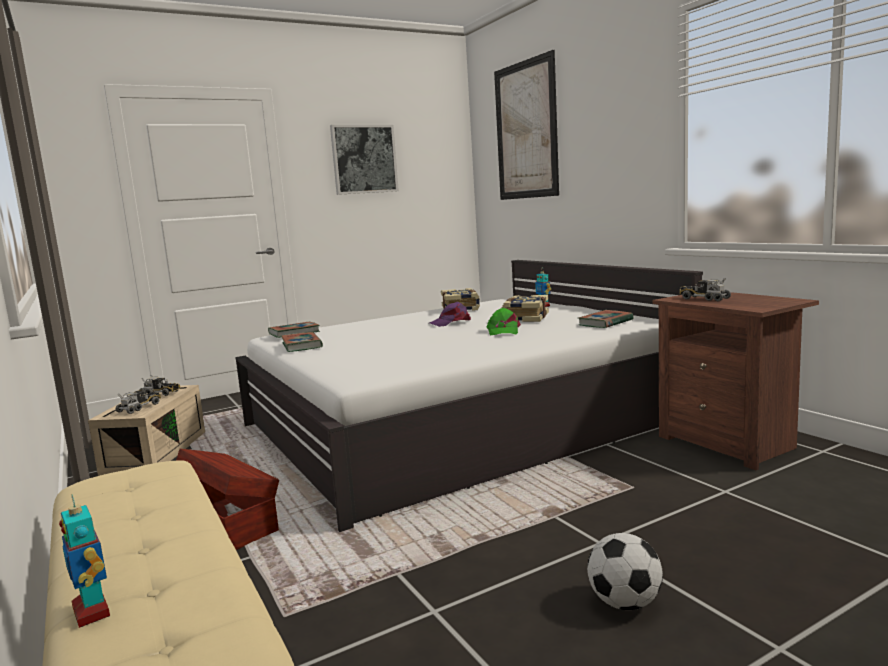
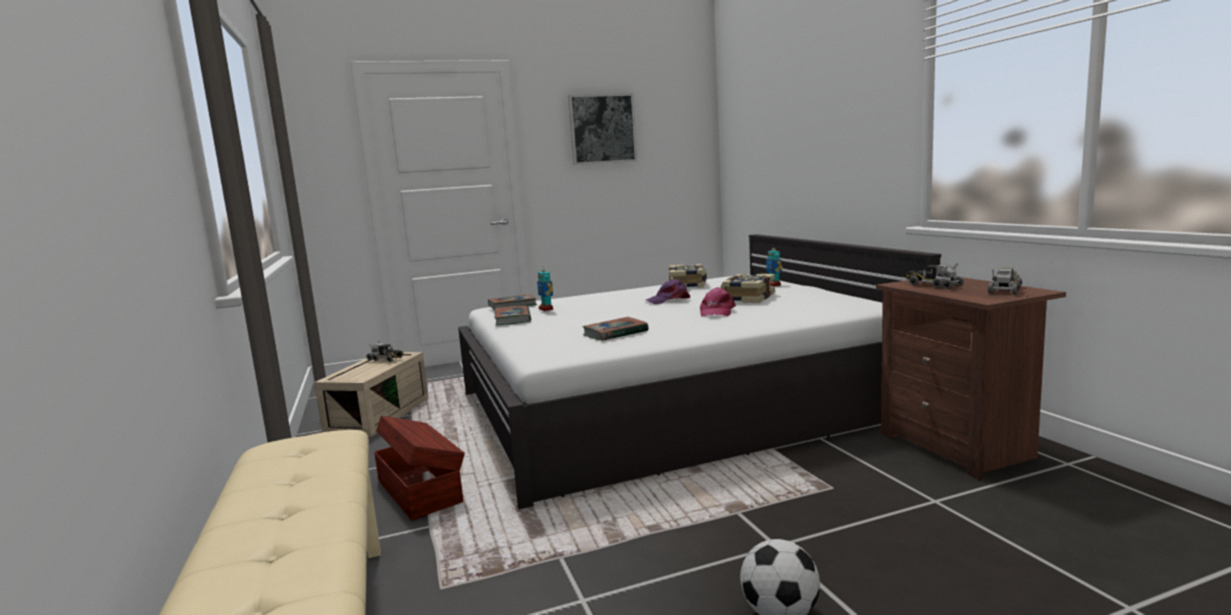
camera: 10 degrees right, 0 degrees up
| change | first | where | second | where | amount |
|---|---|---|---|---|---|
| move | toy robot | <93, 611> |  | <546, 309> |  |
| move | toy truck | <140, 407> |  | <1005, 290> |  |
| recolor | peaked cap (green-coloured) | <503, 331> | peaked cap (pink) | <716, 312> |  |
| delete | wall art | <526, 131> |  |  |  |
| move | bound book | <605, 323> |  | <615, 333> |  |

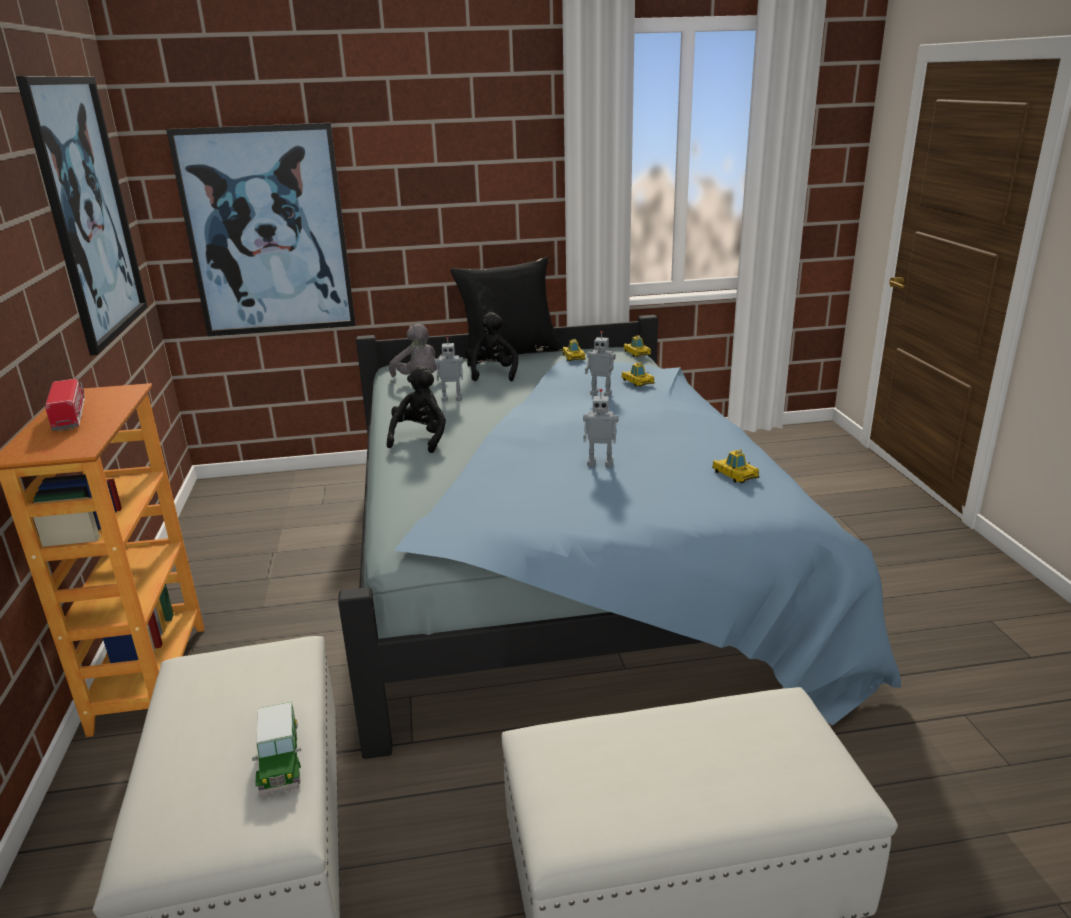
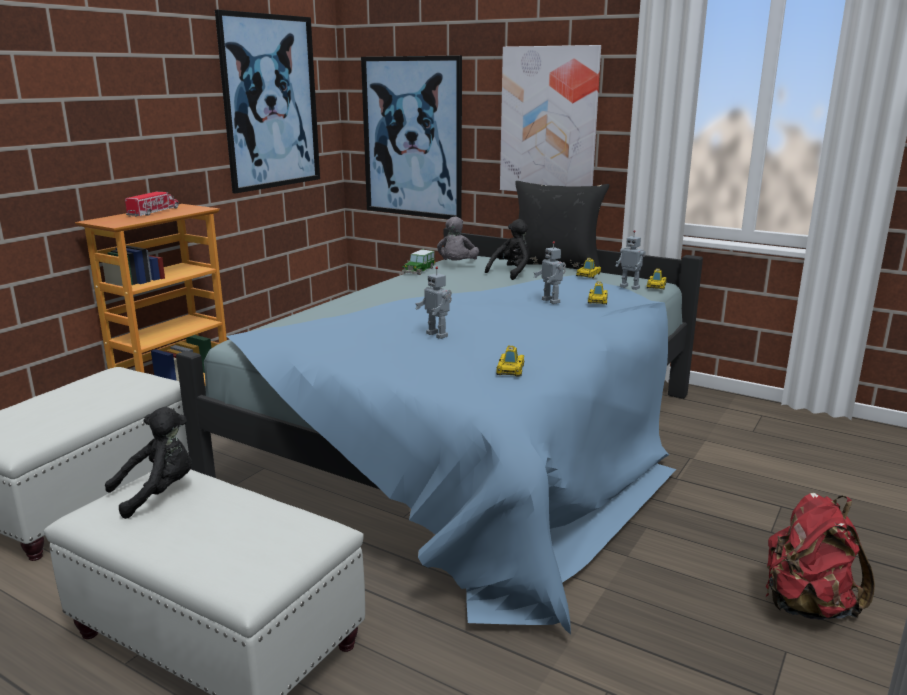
camera: 40 degrees right, 5 degrees down
| change | first | where | second | where | amount |
|---|---|---|---|---|---|
| move | toy car | <280, 763> |  | <419, 271> |  |
| move | cuddly toy (black) | <420, 438> |  | <158, 493> |  |
| move | toy robot | <452, 398> |  | <630, 287> |  |
| insert |  |  | wall art | <548, 121> |  |
| insert |  |  | knapsack (red) | <806, 605> |  |

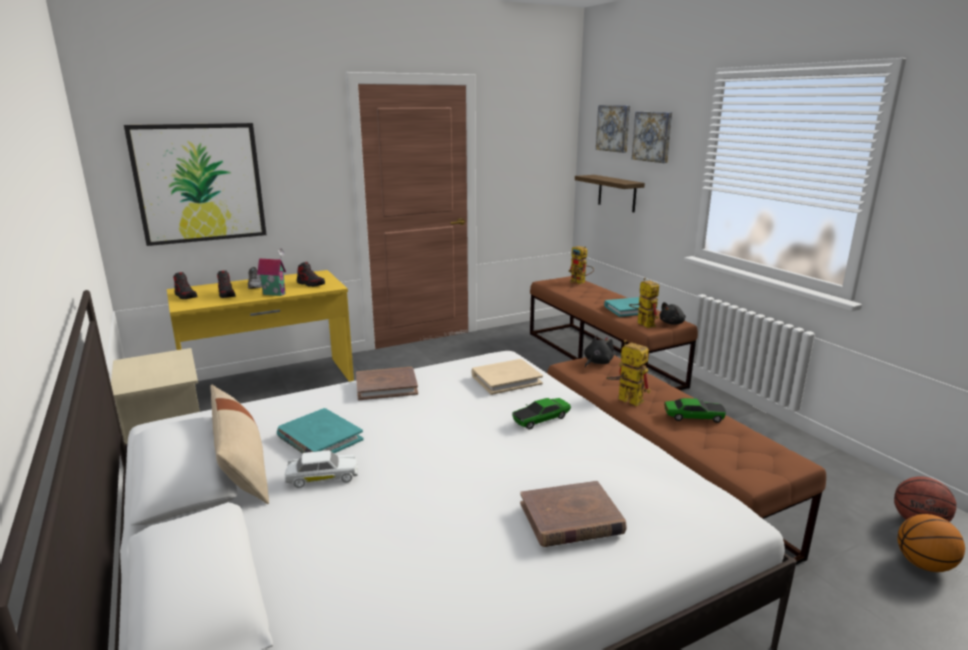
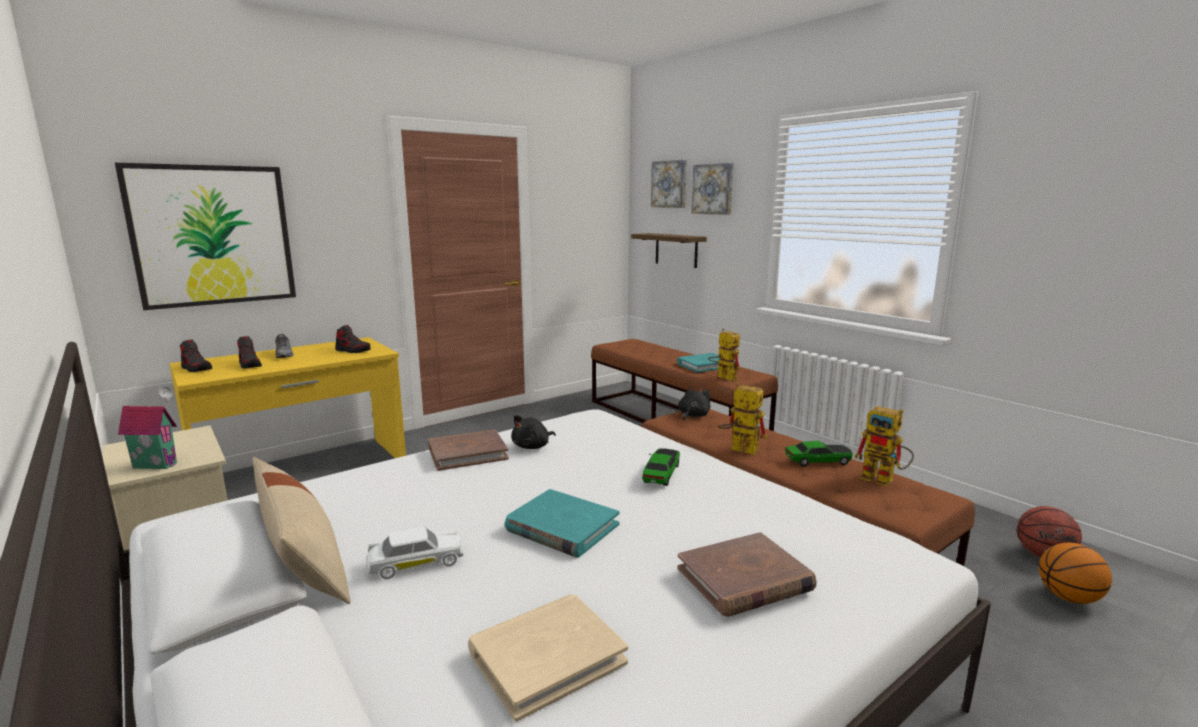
camera: 10 degrees left, 5 degrees down
| change | first | where | second | where | amount |
|---|---|---|---|---|---|
| move | toy house | <275, 293> |  | <157, 464> |  |
| move | bound book (blue-green) | <319, 438> |  | <562, 527> |  |
| move | bound book (beige-coloured) | <506, 379> |  | <547, 657> |  |
| rotate | toy car | <541, 419> |  | <661, 474> | 150 degrees clockwise |
| move | toy robot | <580, 282> |  | <884, 480> |  |
| move | cuddly toy (black) | <672, 323> |  | <532, 446> |  |

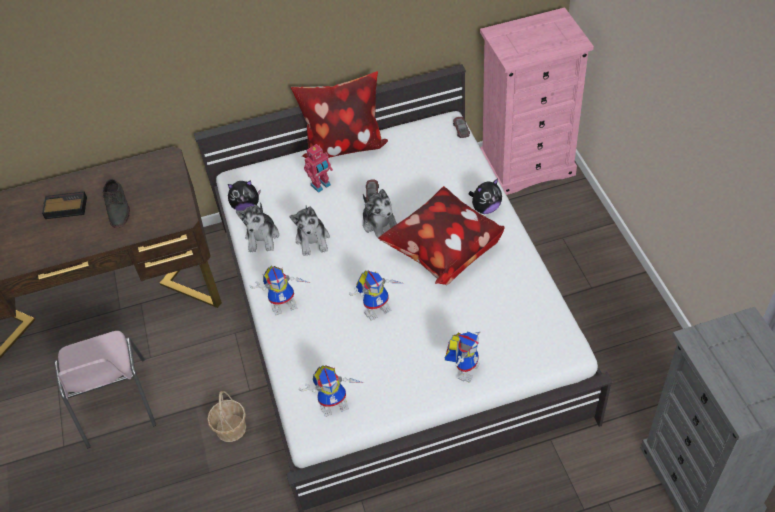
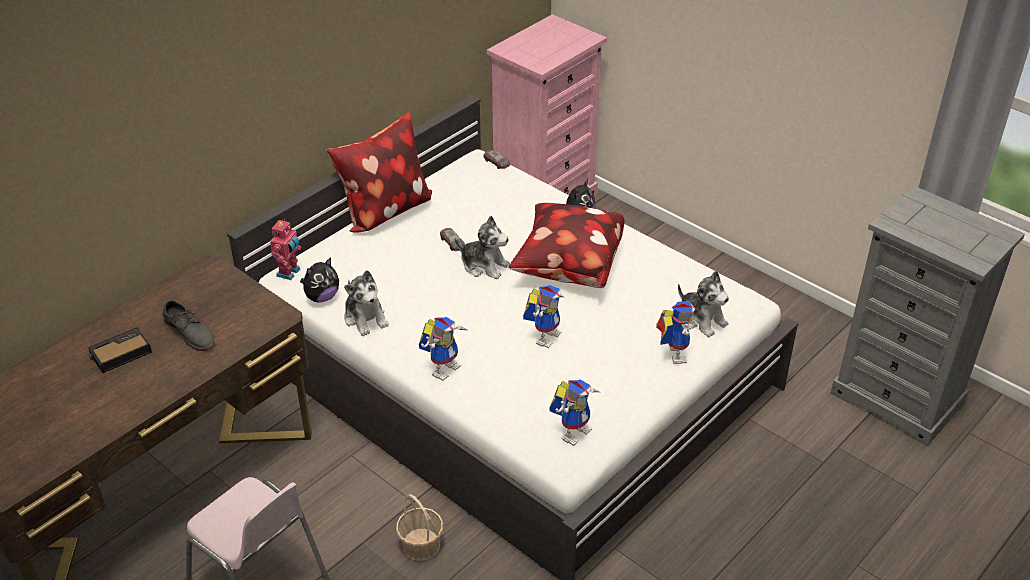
camera: 35 degrees left, 10 degrees down
| change | first | where | second | where | amount |
|---|---|---|---|---|---|
| move | cuddly toy | <313, 239> |  | <701, 320> |  |
| move | toy robot | <321, 185> |  | <289, 273> |  |

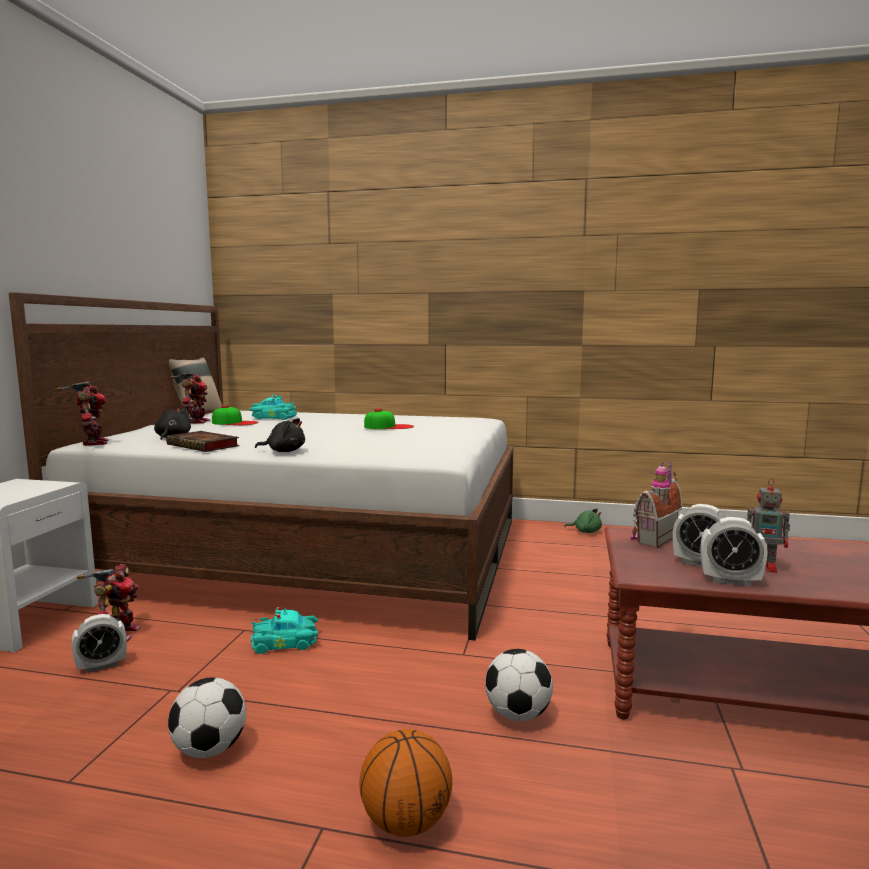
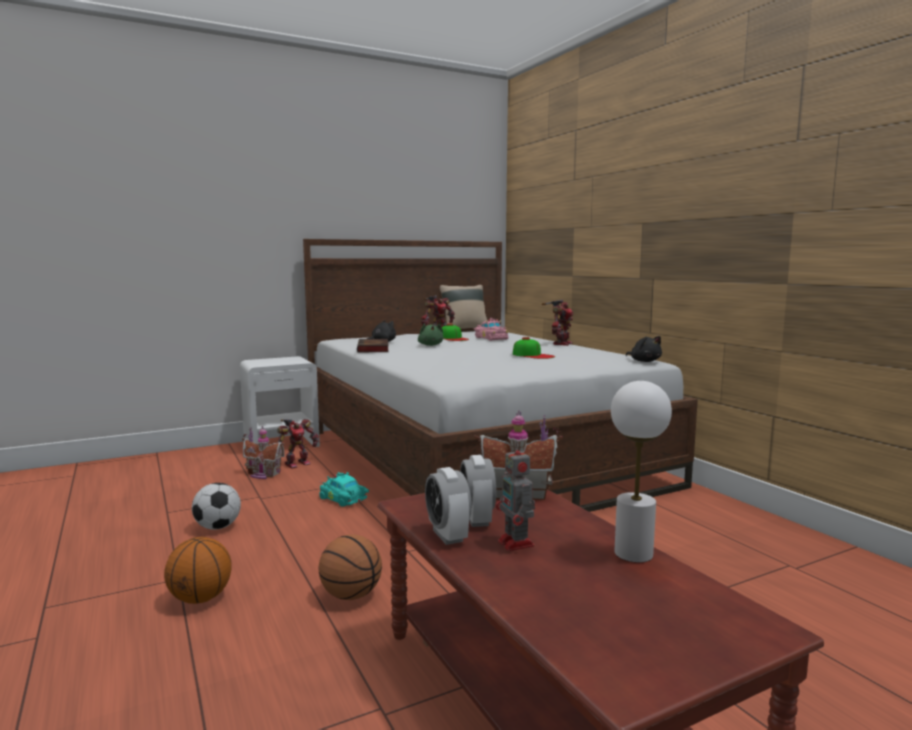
camera: 50 degrees right, 0 degrees up
| change | first | where | second | where | amount |
|---|---|---|---|---|---|
| move | toy robot | <92, 443> |  | <561, 343> |  |
| replace | bedside clock | <102, 666> | toy house | <262, 474> |  |
| recolor | toy car (blue-green) | <273, 418> | toy car (pink) | <491, 338> |  |
| move | cuddly toy (black) | <284, 451> |  | <644, 361> |  |
| replace | football | <518, 714> | basketball | <351, 595> |  |
| move | cuddly toy (green-coloured) | <585, 531> |  | <430, 345> |  |
| insert |  |  | tabletop lamp (whitish) | <634, 553> |  |

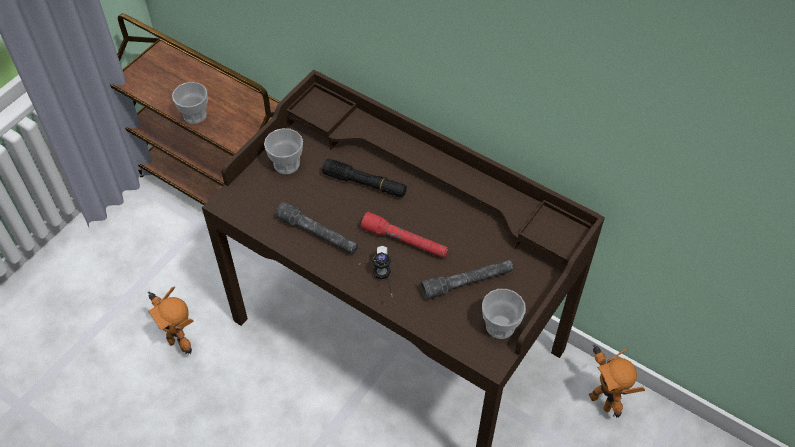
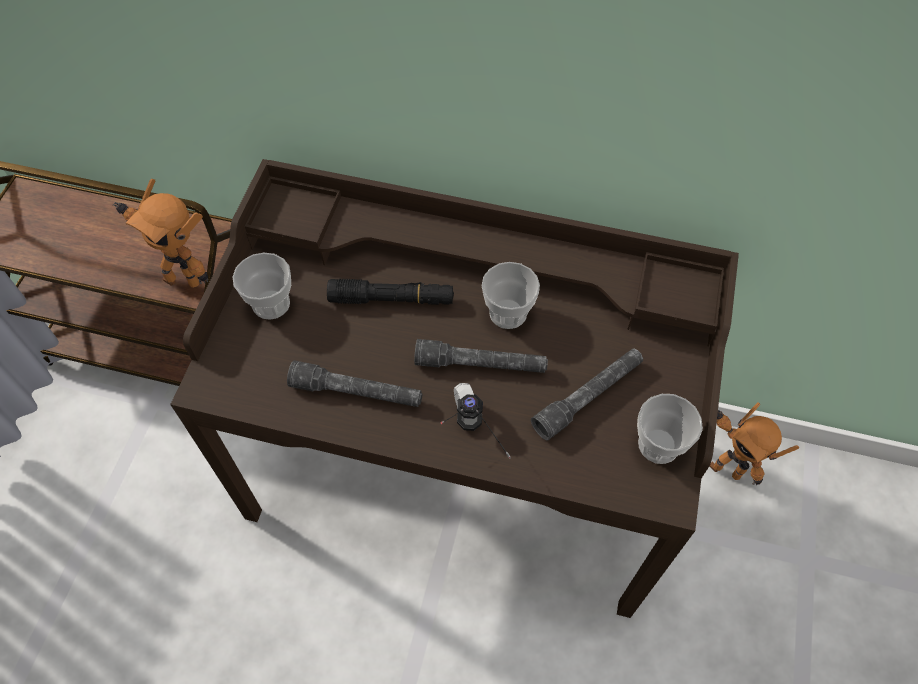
camera: 20 degrees left, 5 degrees up
| change | first | where | second | where | amount |
|---|---|---|---|---|---|
| move | toy robot | <180, 342> |  | <183, 278> |  |
| move | drinking cup | <195, 115> |  | <508, 313> |  |
| recolor | torch (red) | <405, 241> | torch (greyish) | <481, 364> |  |

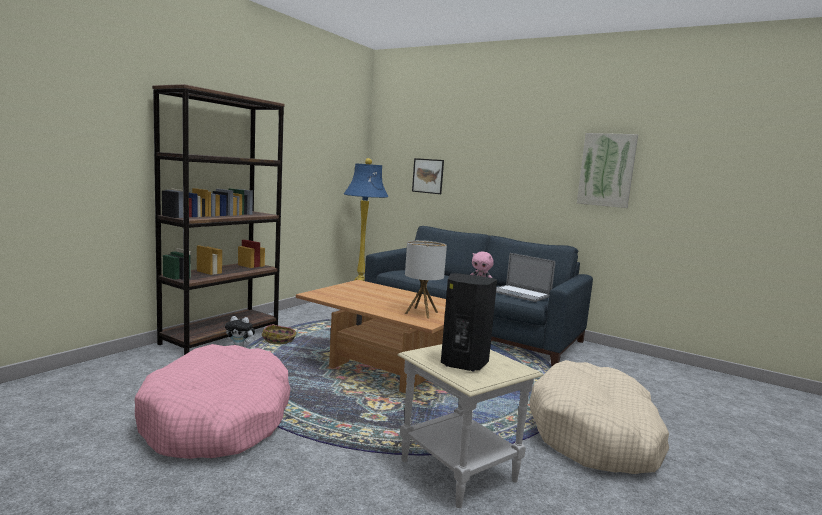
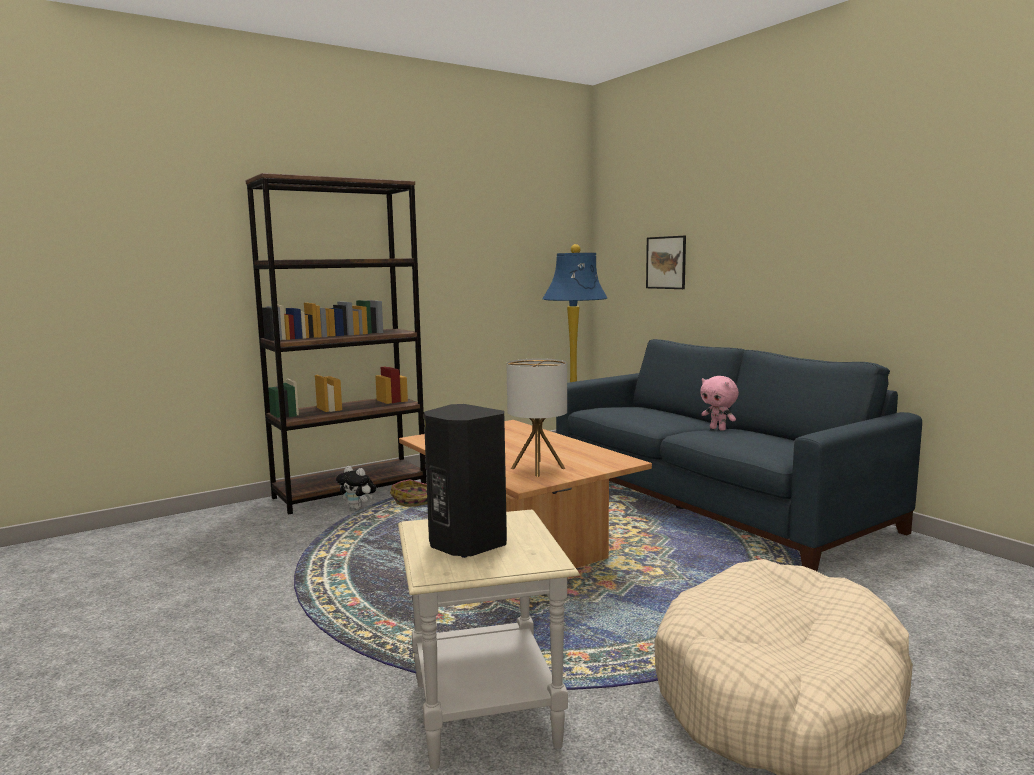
camera: 25 degrees right, 0 degrees up
| change | first | where | second | where | amount |
|---|---|---|---|---|---|
| delete | dog bed (pink) | <218, 419> |  |  |  |
| delete | portable computer | <520, 294> |  |  |  |
| delete | wall art | <606, 170> |  |  |  |

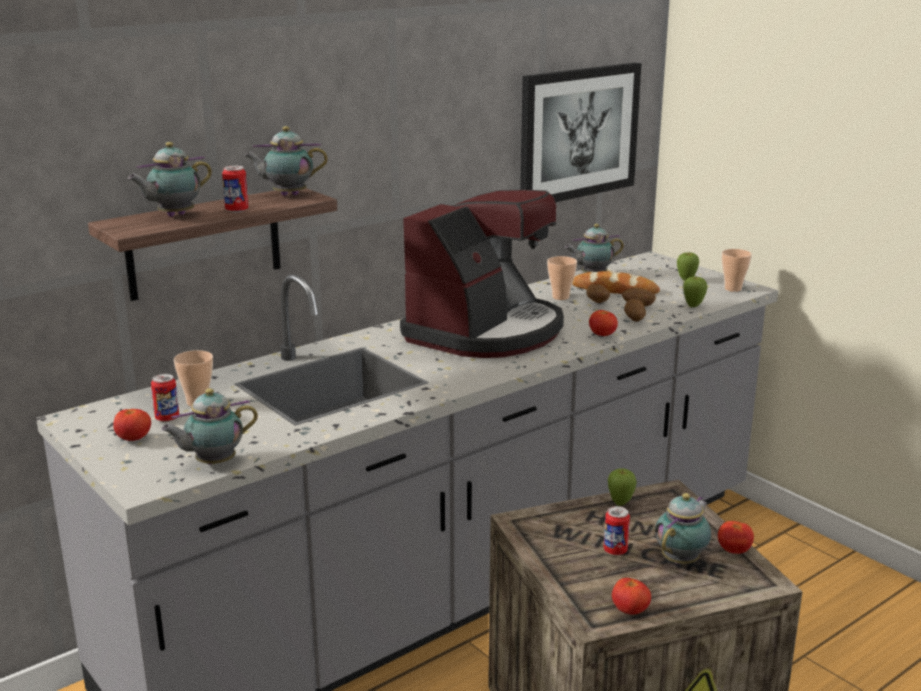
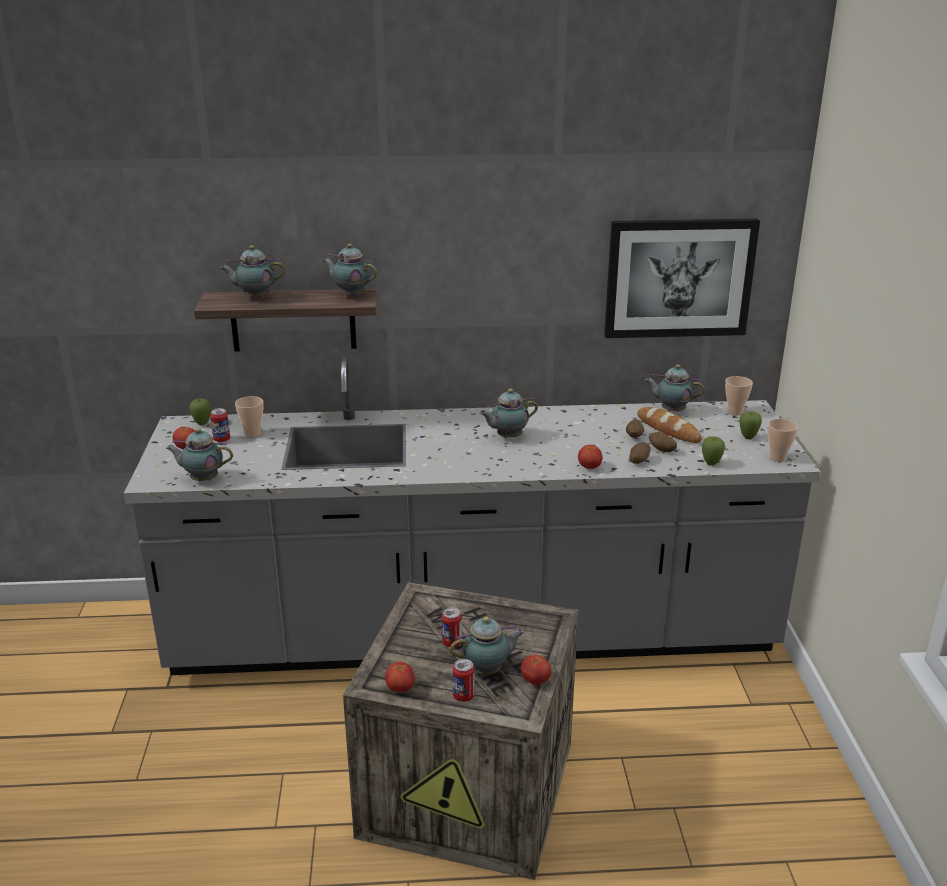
camera: 35 degrees right, 5 degrees up
| change | first | where | second | where | amount |
|---|---|---|---|---|---|
| move | metal can | <237, 210> |  | <463, 696> |  |
| replace | coffee brewer | <486, 331> | teapot | <507, 437> |  |
| move | drinking cup | <560, 297> |  | <735, 412> |  |
| move | apple | <620, 503> |  | <202, 424> |  |

